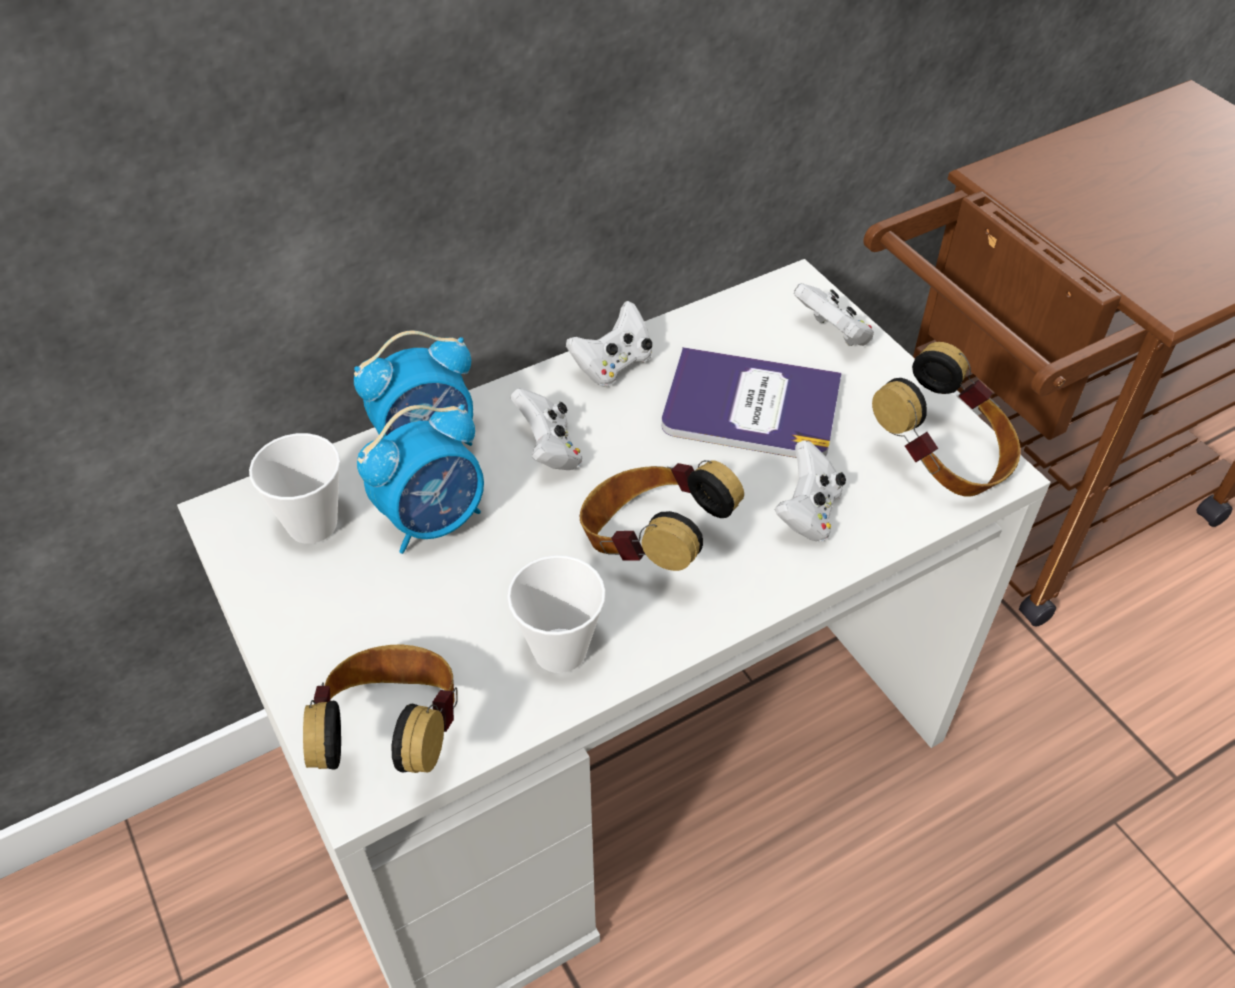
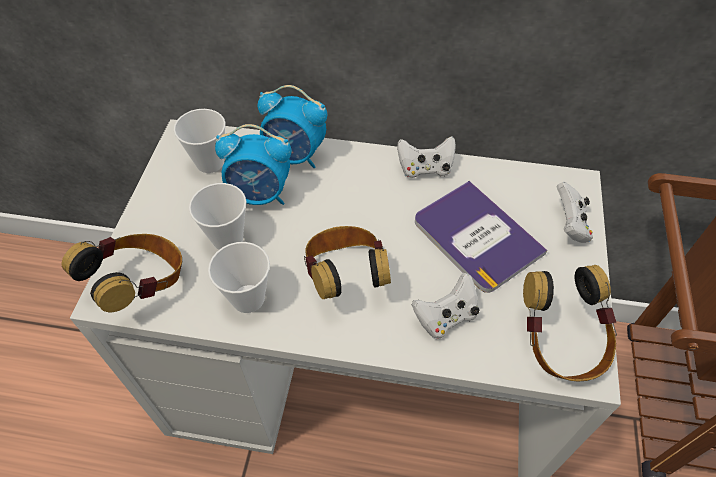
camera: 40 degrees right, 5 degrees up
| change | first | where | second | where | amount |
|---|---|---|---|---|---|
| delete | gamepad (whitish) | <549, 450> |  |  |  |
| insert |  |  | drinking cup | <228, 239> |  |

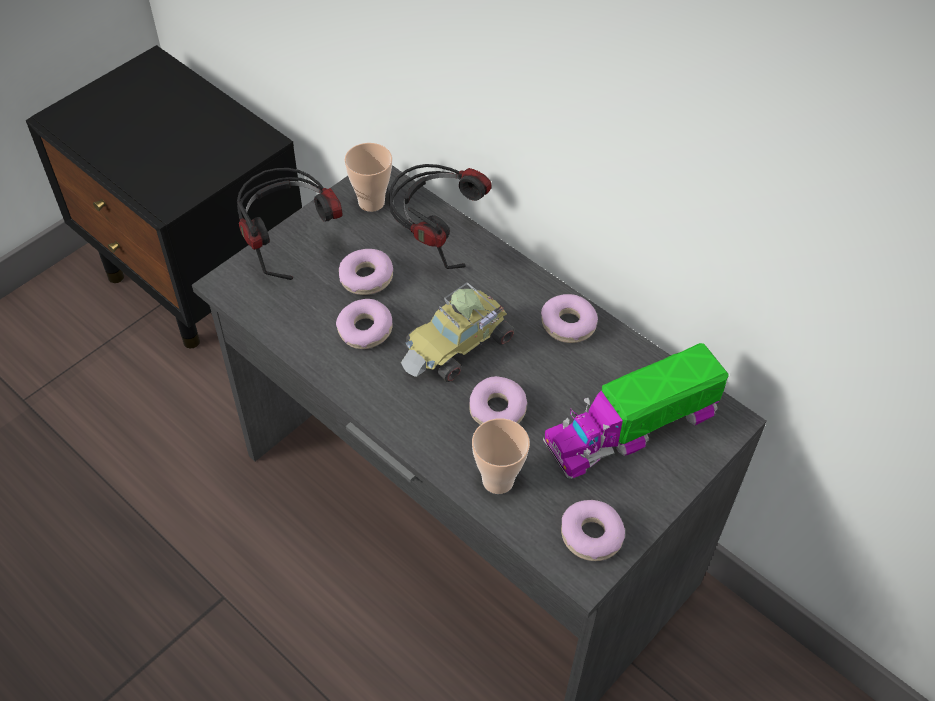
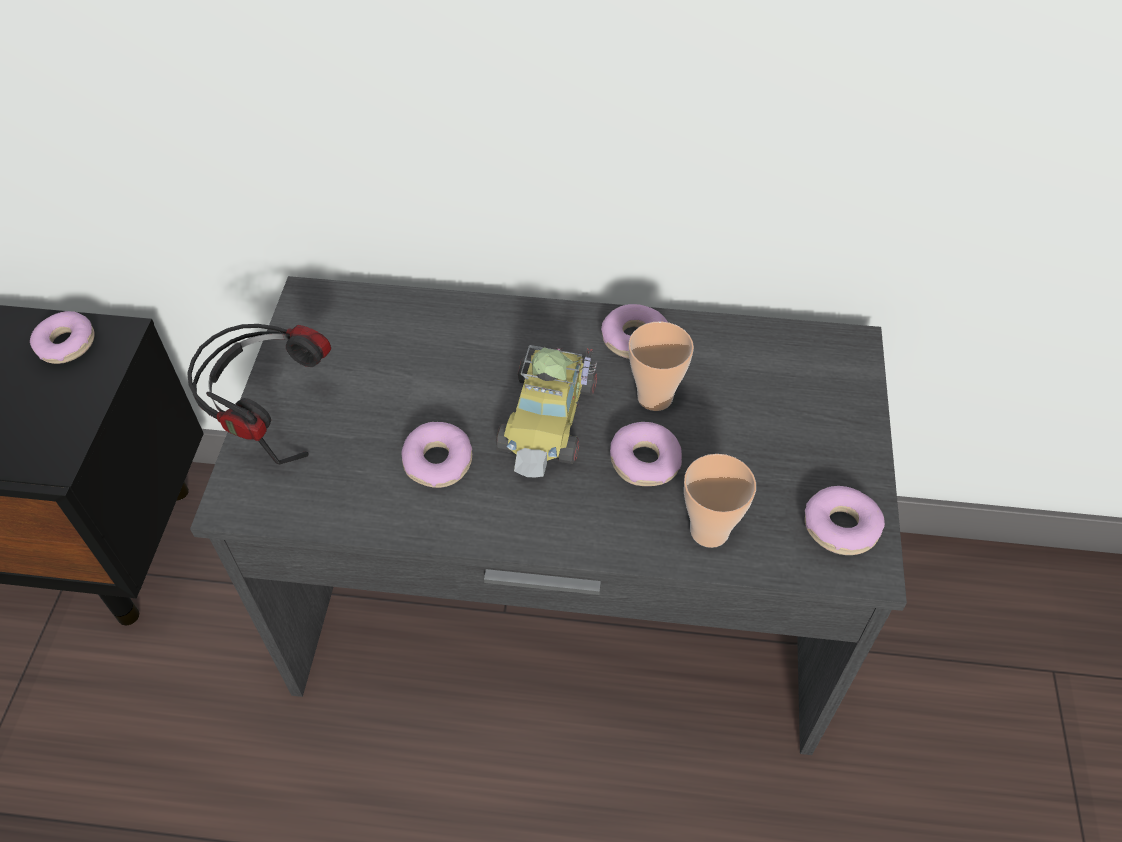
camera: 35 degrees left, 0 degrees up
| change | first | where | second | where | amount |
|---|---|---|---|---|---|
| move | donut | <366, 278> |  | <66, 344> |  |
| move | drinking cup | <371, 202> |  | <655, 397> |  |
| delete | pair of headphones | <436, 238> |  |  |  |
| delete | toy truck | <631, 428> |  |  |  |

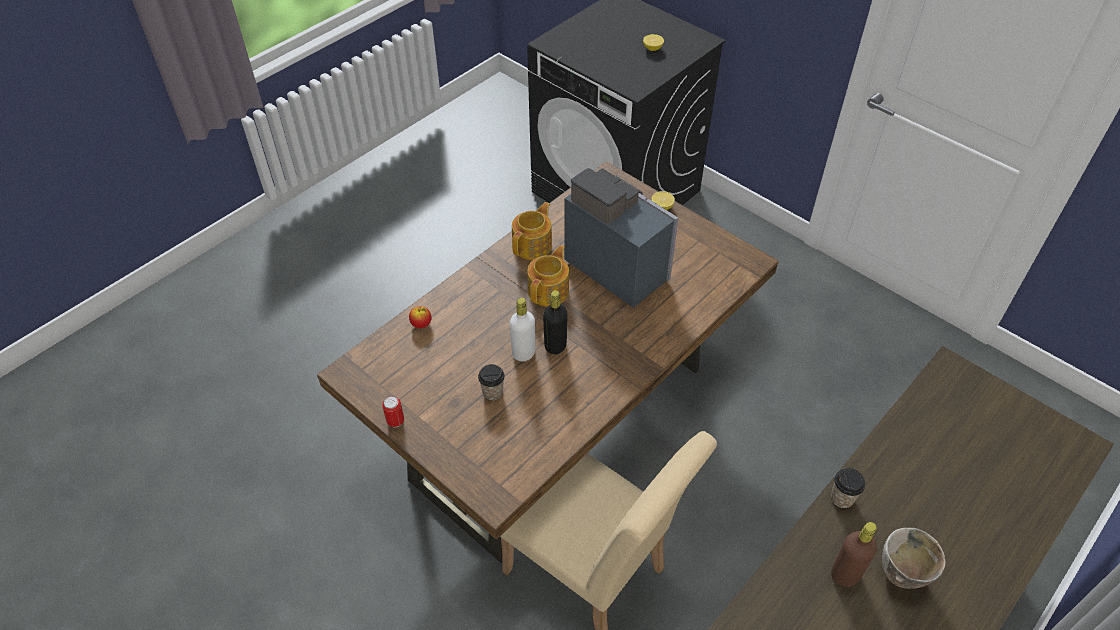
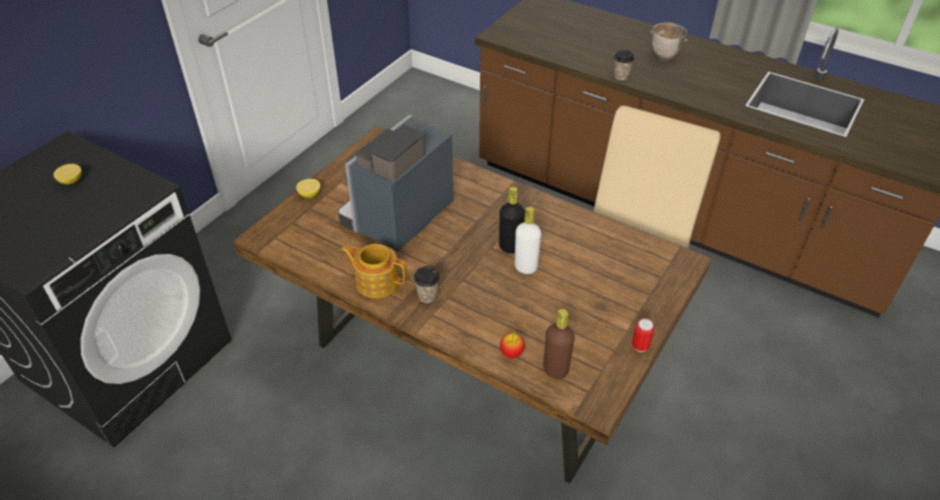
camera: 100 degrees left, 5 degrees down
| change | first | where | second | where | amount |
|---|---|---|---|---|---|
| move | drinking cup | <492, 392> |  | <427, 295> |  |
| delete | teapot | <549, 290> |  |  |  |
| move | drink bottle (brown) | <845, 574> |  | <555, 370> |  |

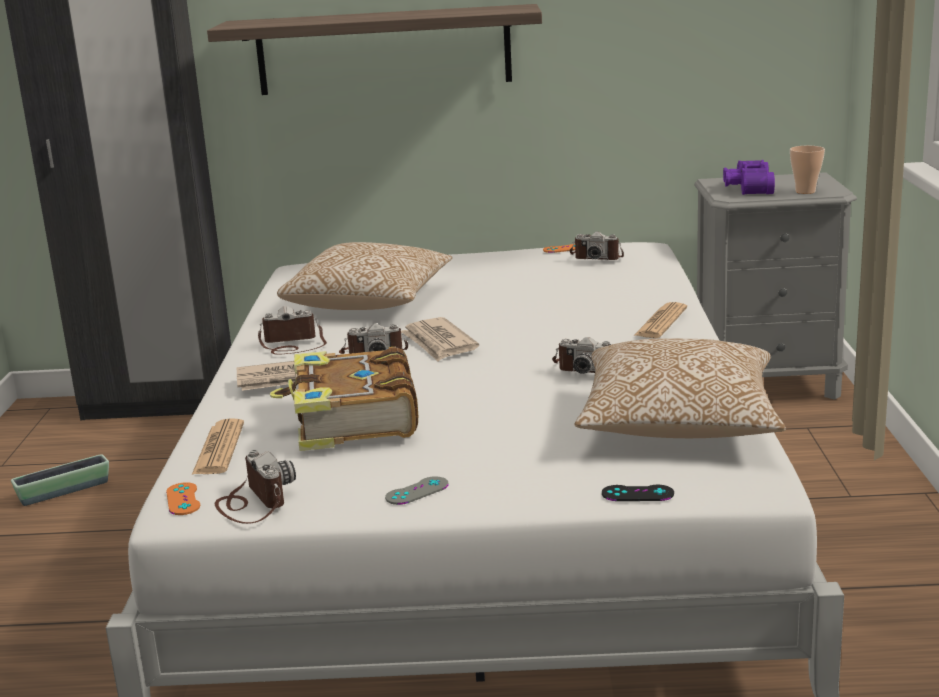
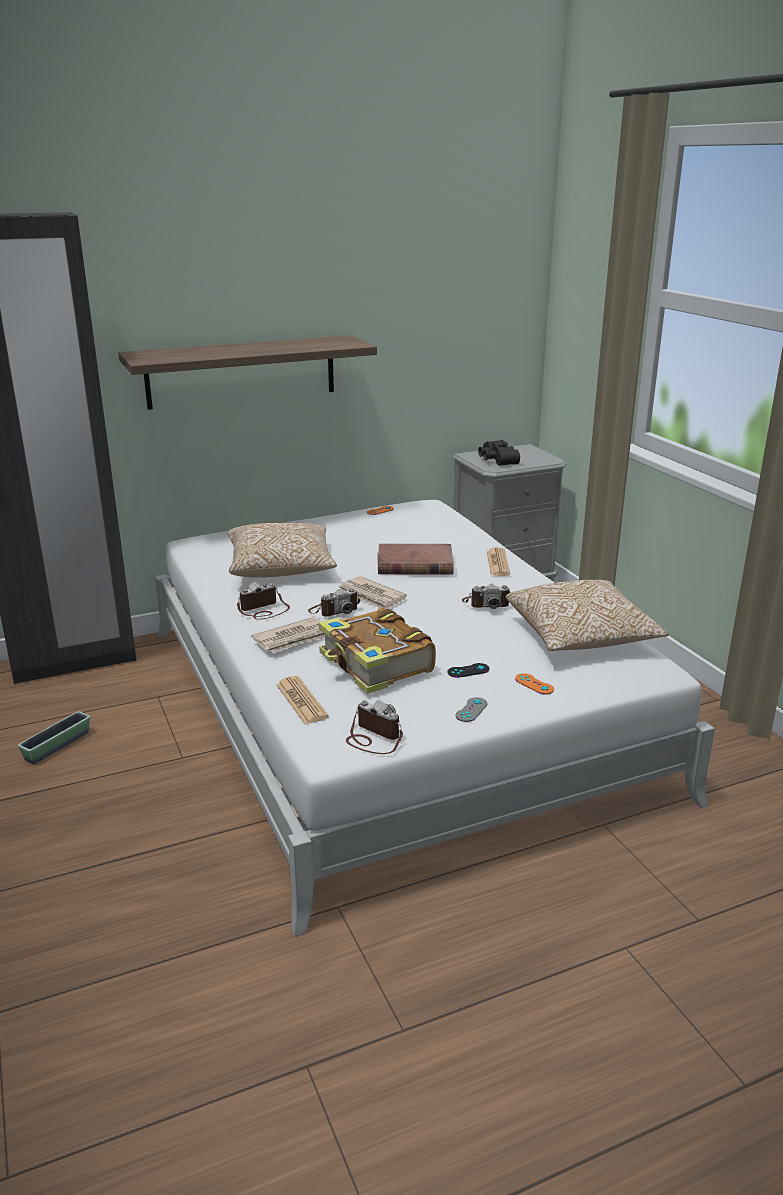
camera: 25 degrees left, 5 degrees up
| change | first | where | second | where | amount |
|---|---|---|---|---|---|
| move | gamepad (orange) | <183, 499> |  | <534, 684> |  |
| delete | photo camera | <597, 257> |  |  |  |
| move | gamepad (black) | <637, 494> |  | <468, 670> |  |
| recolor | pair of binoculars (purplish) | <747, 188> | pair of binoculars (black) | <496, 460> |  |
| delete | drinking cup | <805, 191> |  |  |  |
| insert |  |  | bound book (brown) | <414, 564> |  |

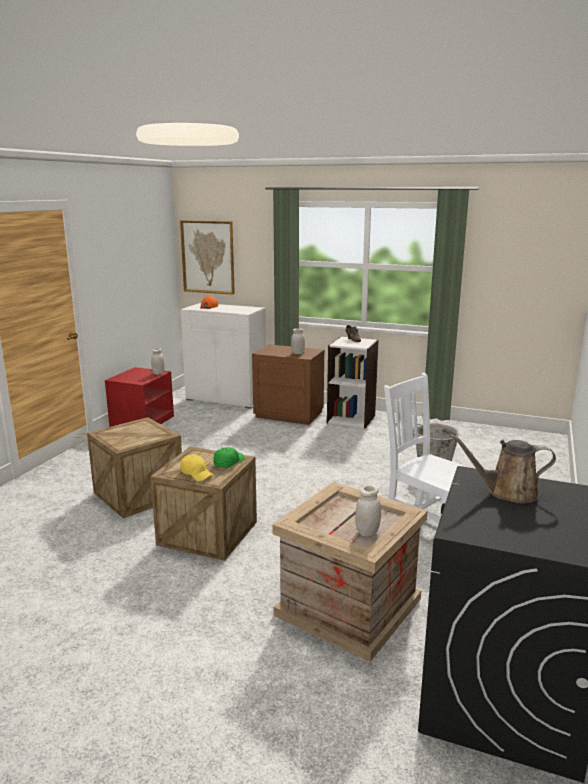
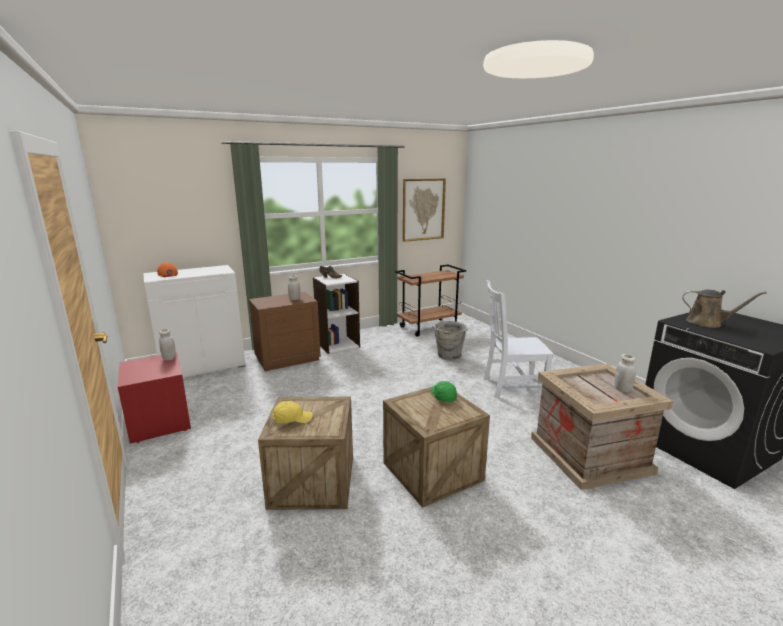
camera: 50 degrees left, 0 degrees up
| change | first | where | second | where | amount |
|---|---|---|---|---|---|
| move | wall art | <208, 257> |  | <423, 209> |  |
| move | peaked cap (yellow-coloured) | <196, 474> |  | <292, 419> |  |
| rotate | sprinkling can (brown) | <507, 492> |  | <707, 323> | 105 degrees counterclockwise |
| insert |  |  | wheeled cart (brown) | <429, 327> |  |

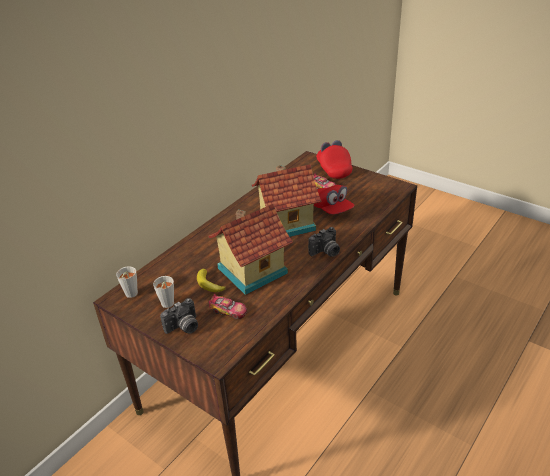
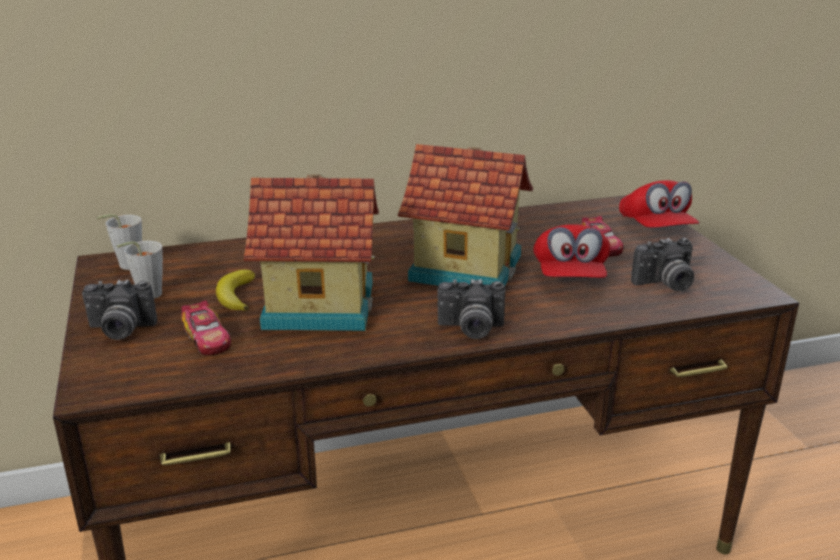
camera: 35 degrees right, 10 degrees down
| change | first | where | second | where | amount |
|---|---|---|---|---|---|
| rotate | peaked cap (red) | <333, 169> |  | <656, 229> | 150 degrees clockwise |
| insert |  |  | photo camera | <665, 285> |  |

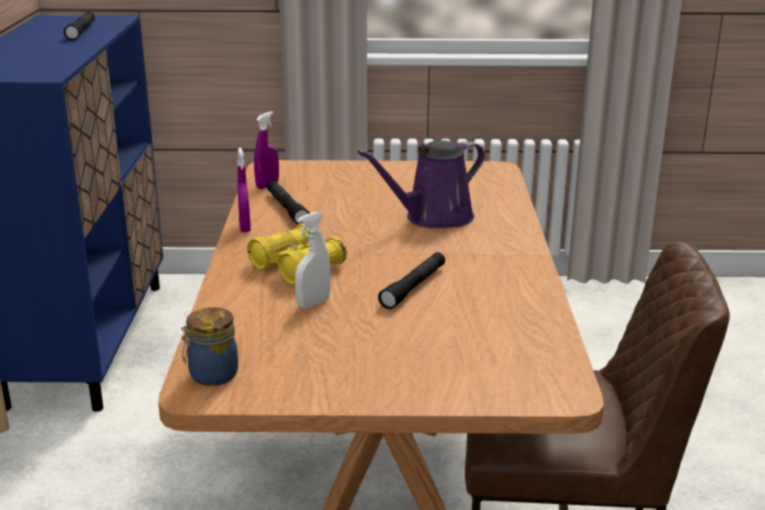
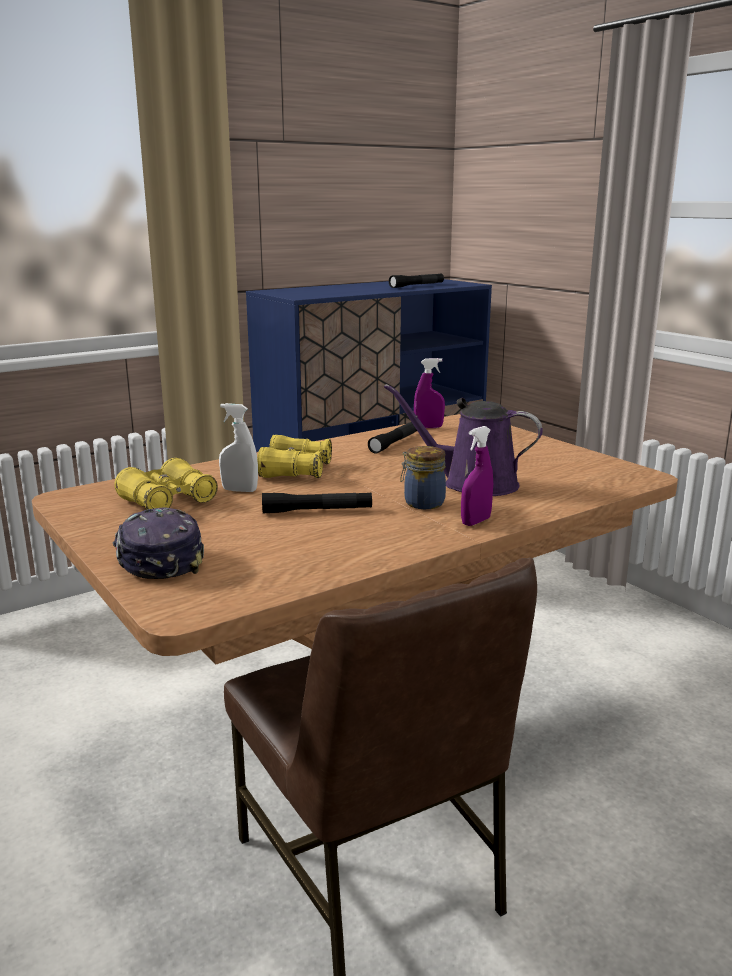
camera: 55 degrees right, 5 degrees down
| change | first | where | second | where | amount |
|---|---|---|---|---|---|
| move | jar | <211, 375> |  | <422, 503> |  |
| move | hand sprayer (purplish) | <245, 227> |  | <476, 522> |  |
| insert |  |  | peaked cap | <159, 559> |  |
| insert |  |  | pair of binoculars (yellow-coloured) | <168, 501> |  |

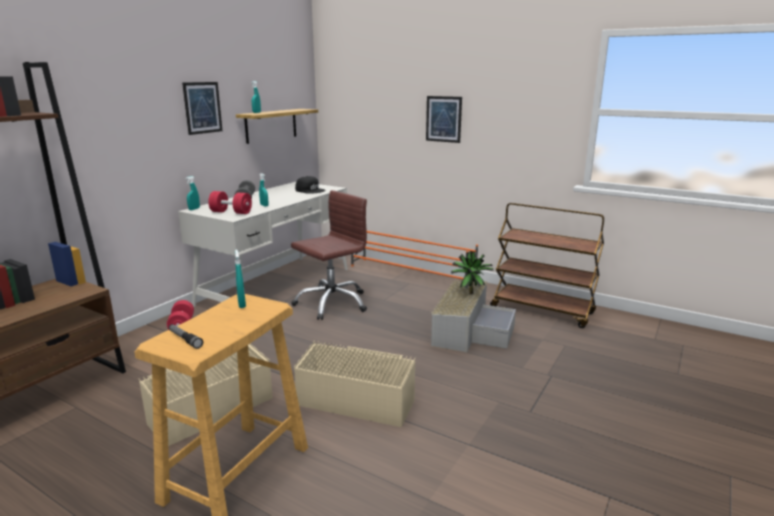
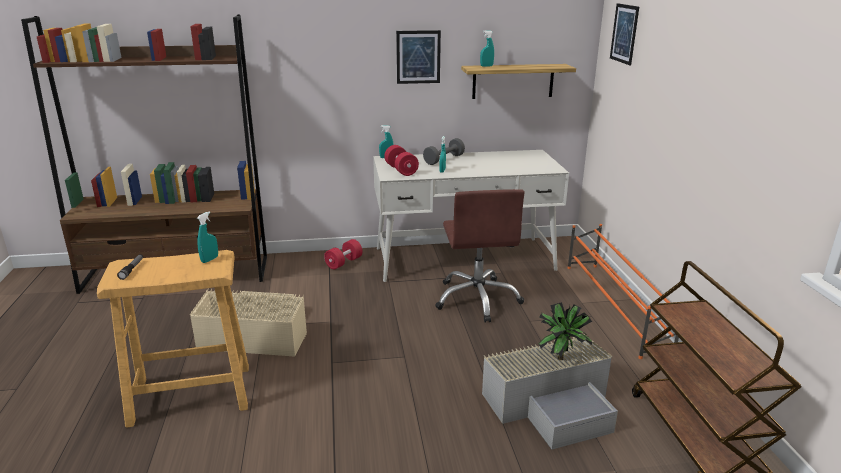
camera: 50 degrees right, 5 degrees up
| change | first | where | second | where | amount |
|---|---|---|---|---|---|
| rotate | desk chair (brown) | <331, 303> |  | <477, 299> | 75 degrees clockwise |
| delete | storage bin (beige-coloured) | <358, 395> |  |  |  |
| delete | peaked cap (black) | <310, 190> |  |  |  |
| move | wall art | <443, 119> |  | <624, 33> |  |

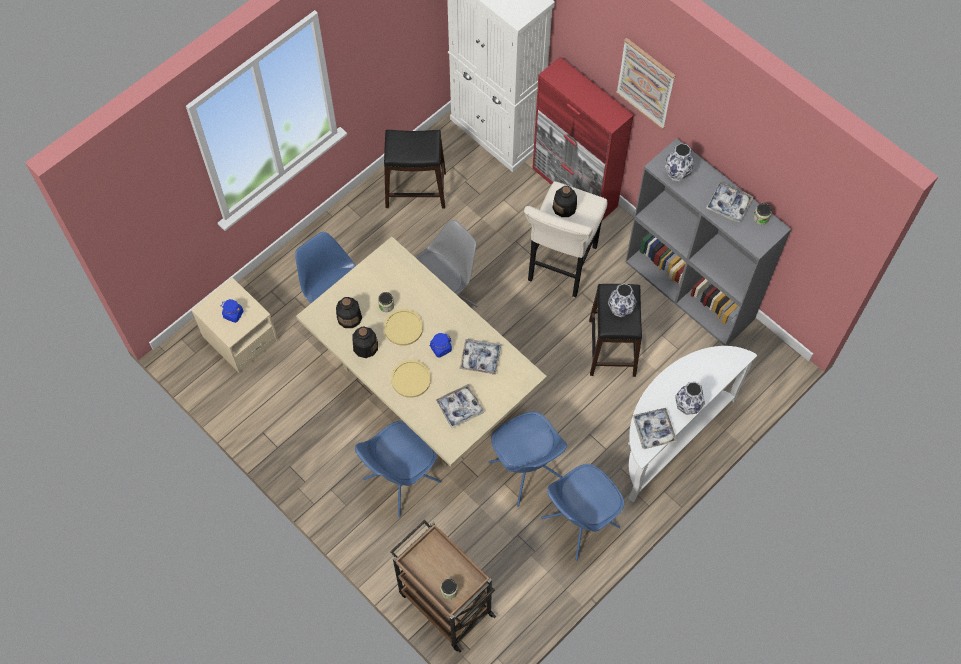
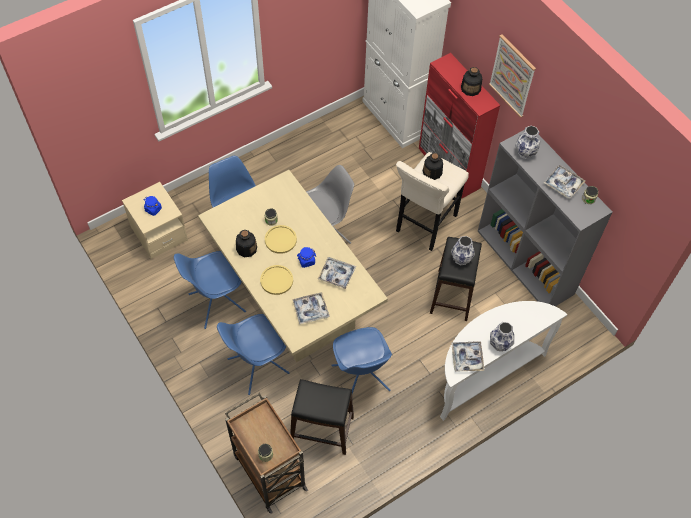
camera: 10 degrees right, 5 degrees down
| change | first | where | second | where | amount |
|---|---|---|---|---|---|
| move | drink bottle | <349, 317> |  | <471, 88> |  |
| move | stool (black) | <415, 189> |  | <322, 429> |  |
| move | chair (bluish) | <579, 523> |  | <215, 303> |  |

